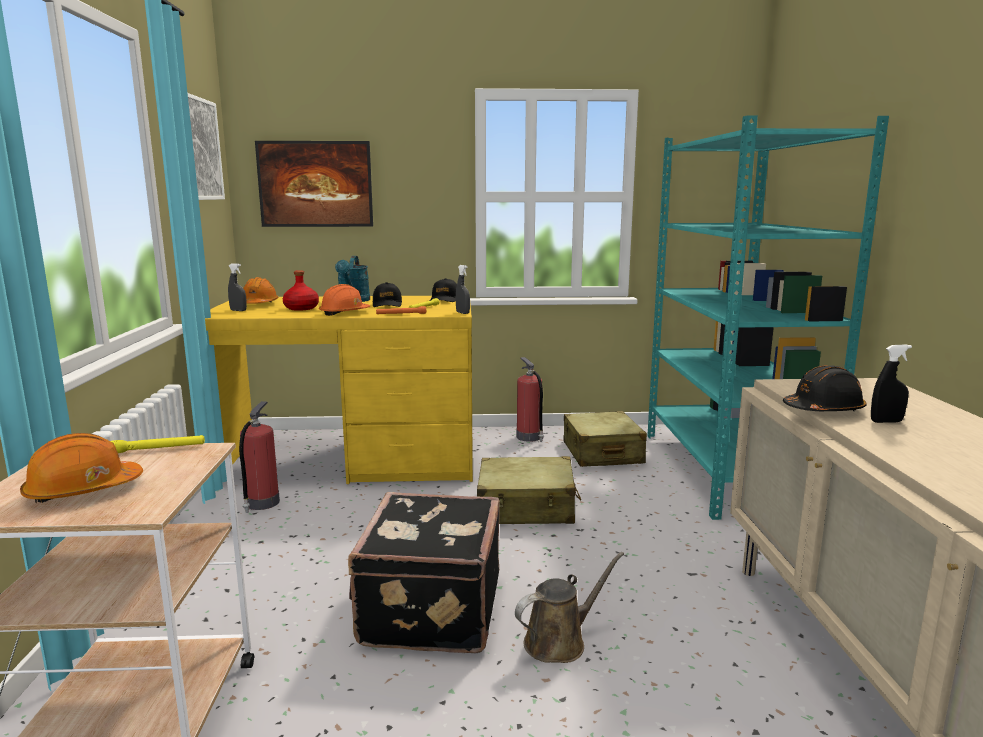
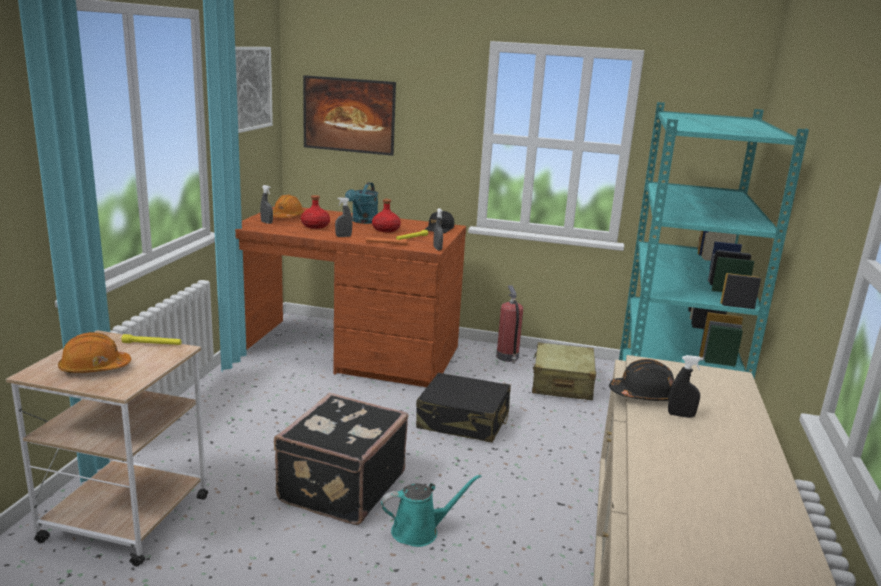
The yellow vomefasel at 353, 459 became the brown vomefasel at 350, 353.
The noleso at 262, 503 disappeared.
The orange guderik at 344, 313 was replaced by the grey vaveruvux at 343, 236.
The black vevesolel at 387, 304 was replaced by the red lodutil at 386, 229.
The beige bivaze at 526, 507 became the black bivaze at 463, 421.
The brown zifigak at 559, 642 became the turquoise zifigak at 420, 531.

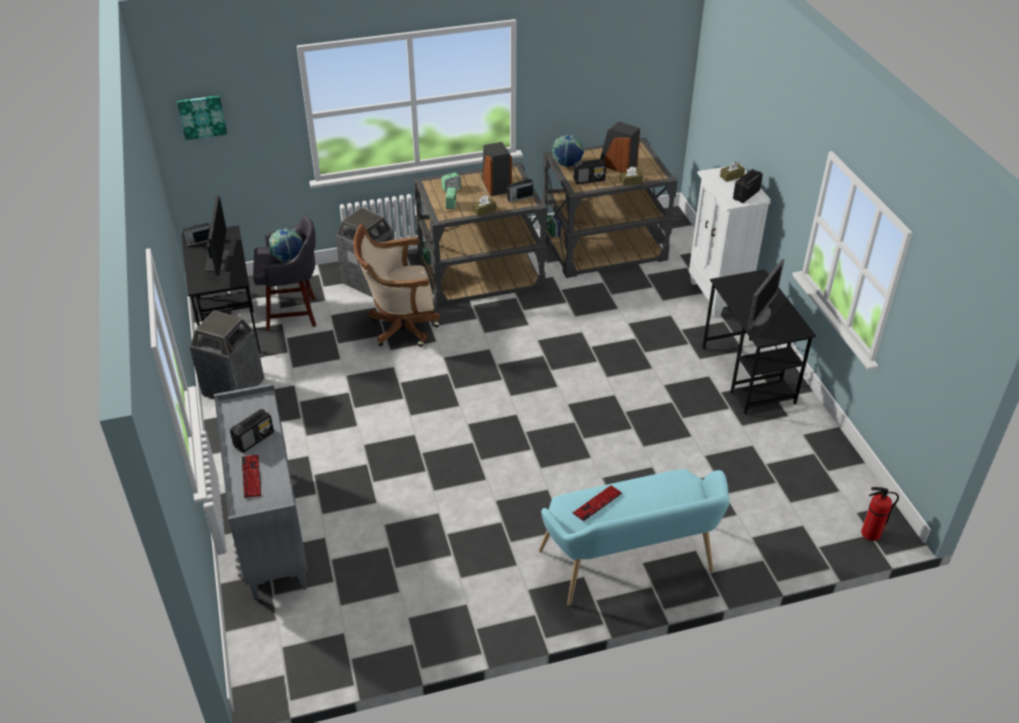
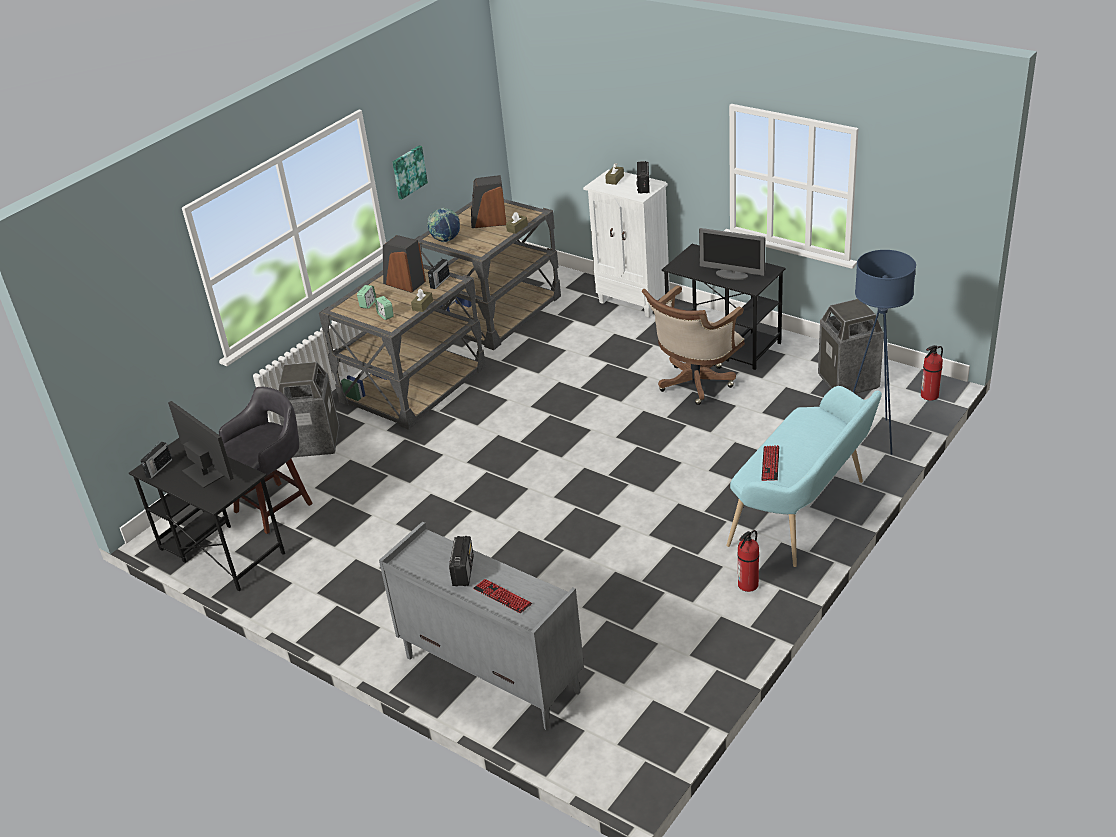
The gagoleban moved from 202, 116 to 408, 171.
The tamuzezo moved from 233, 388 to 848, 381.
The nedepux at 288, 259 disappeared.
The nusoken moved from 400, 329 to 694, 385.
The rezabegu at 589, 180 disappeared.
The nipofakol at 760, 316 turned 120 degrees clockwise.
The noleso at 748, 585 appeared.
The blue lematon at 873, 436 appeared.

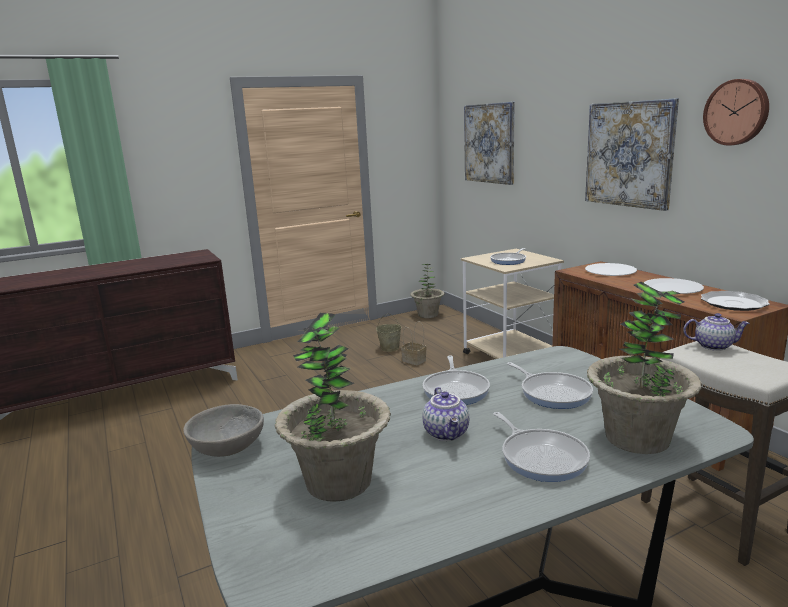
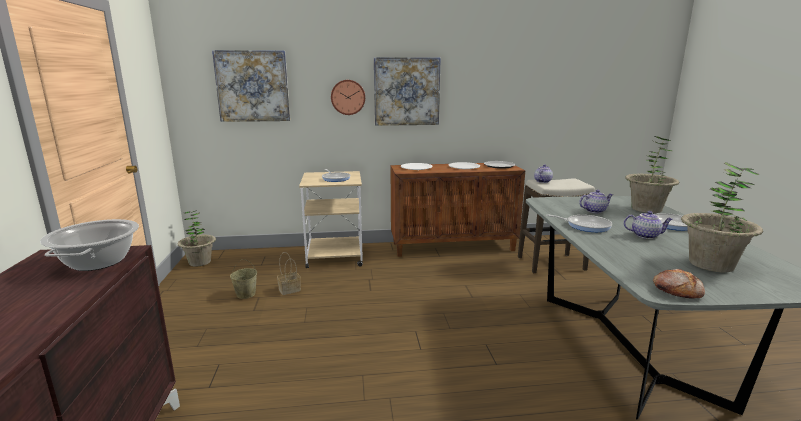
The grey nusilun at 229, 448 was replaced by the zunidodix at 676, 291.
The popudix at 553, 393 was replaced by the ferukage at 594, 211.
The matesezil moved from 737, 112 to 348, 97.
The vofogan at 98, 262 appeared.

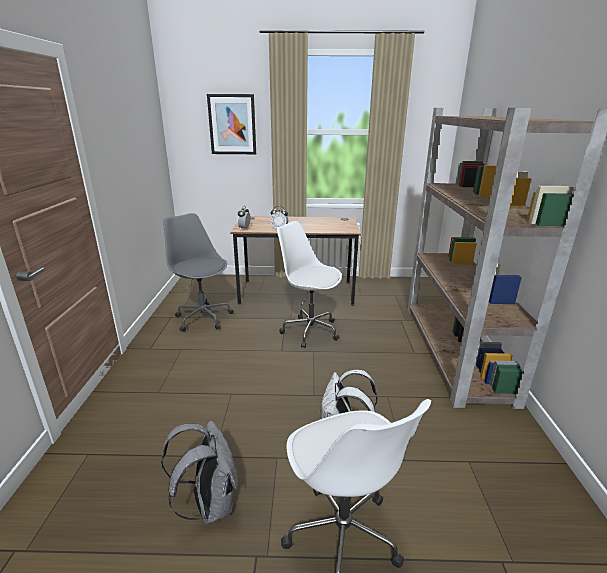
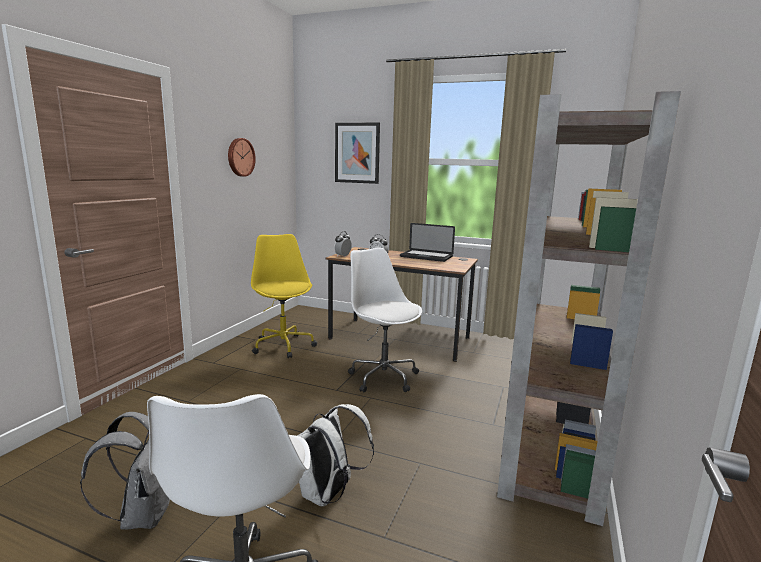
The grey nusoken at 202, 318 became the yellow nusoken at 283, 345.
The matesezil at 240, 157 appeared.
The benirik at 426, 257 appeared.

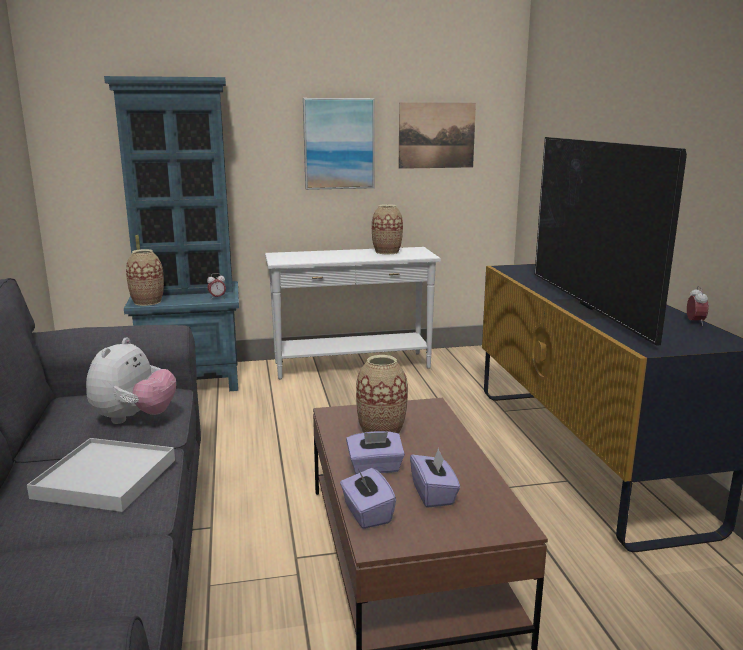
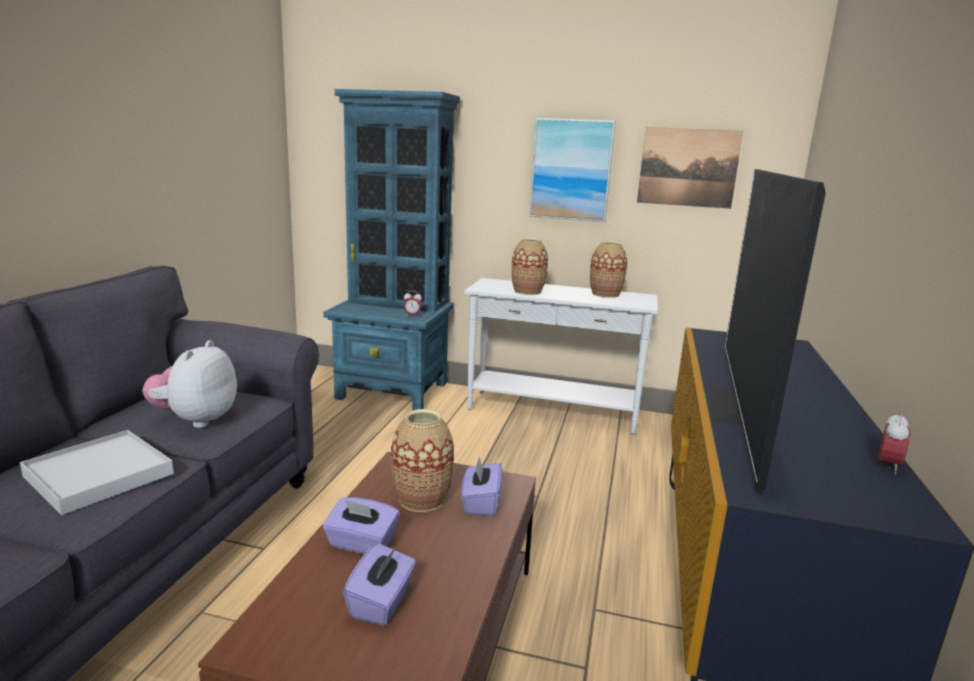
The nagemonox at 134, 418 turned 150 degrees clockwise.
The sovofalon moved from 147, 302 to 527, 292.
The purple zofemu moved from 366, 514 to 481, 503.

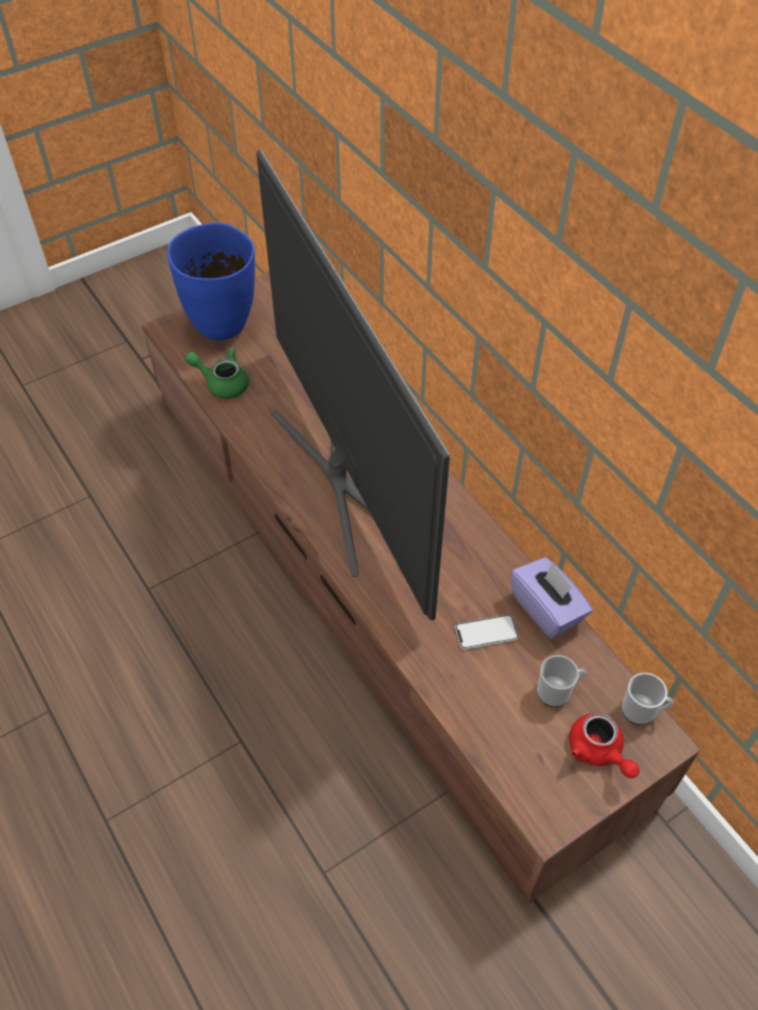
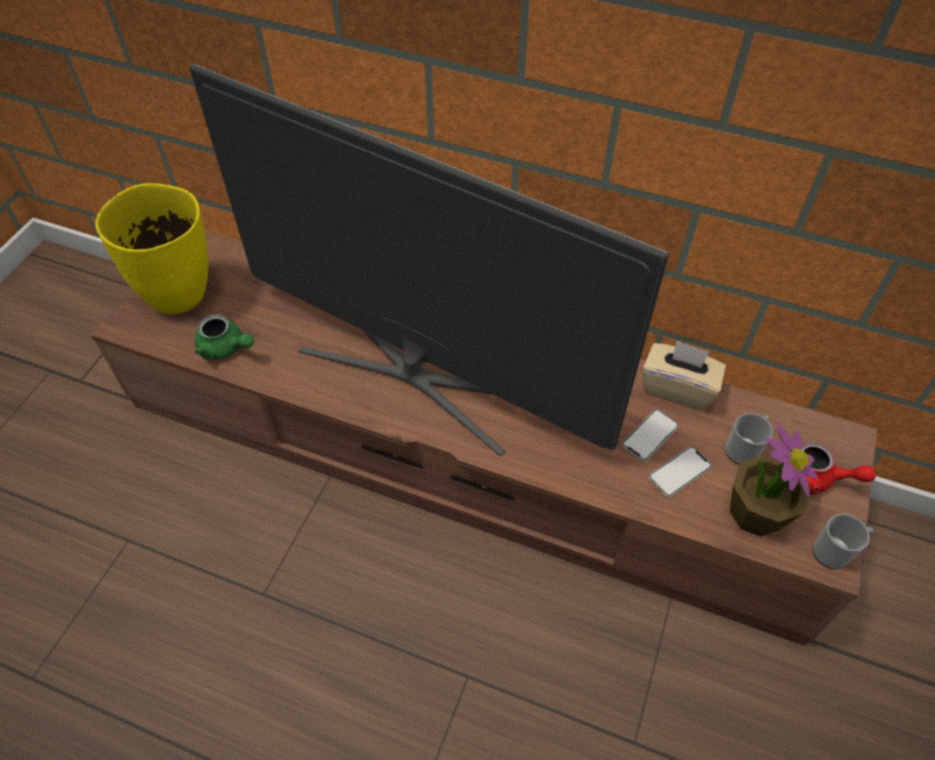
The blue sovofalon at 223, 324 became the yellow sovofalon at 180, 294.
The green ferukage at 222, 383 turned 135 degrees counterclockwise.
The purple zofemu at 547, 609 became the beige zofemu at 677, 387.
The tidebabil moved from 642, 711 to 835, 552.
The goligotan at 679, 472 appeared.
The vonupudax at 755, 512 appeared.

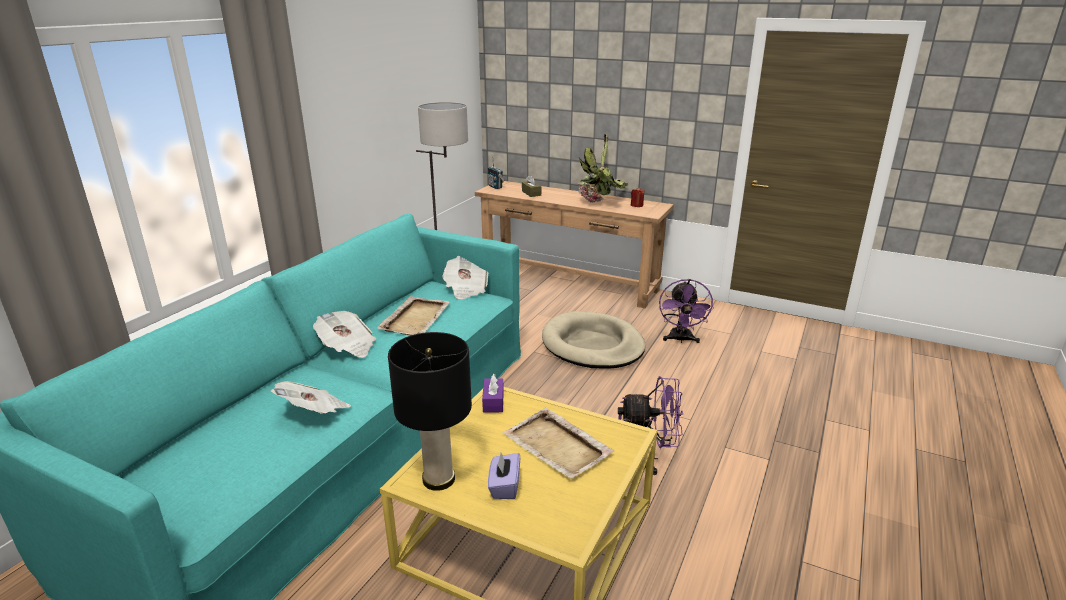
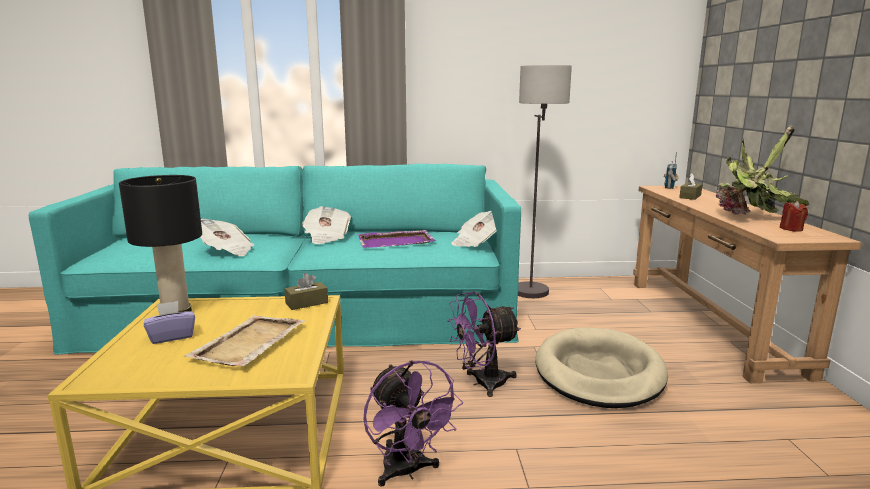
The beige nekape at 416, 318 became the purple nekape at 396, 241.
The purple zofemu at 493, 401 became the brown zofemu at 306, 303.
The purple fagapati moved from 681, 339 to 482, 383.

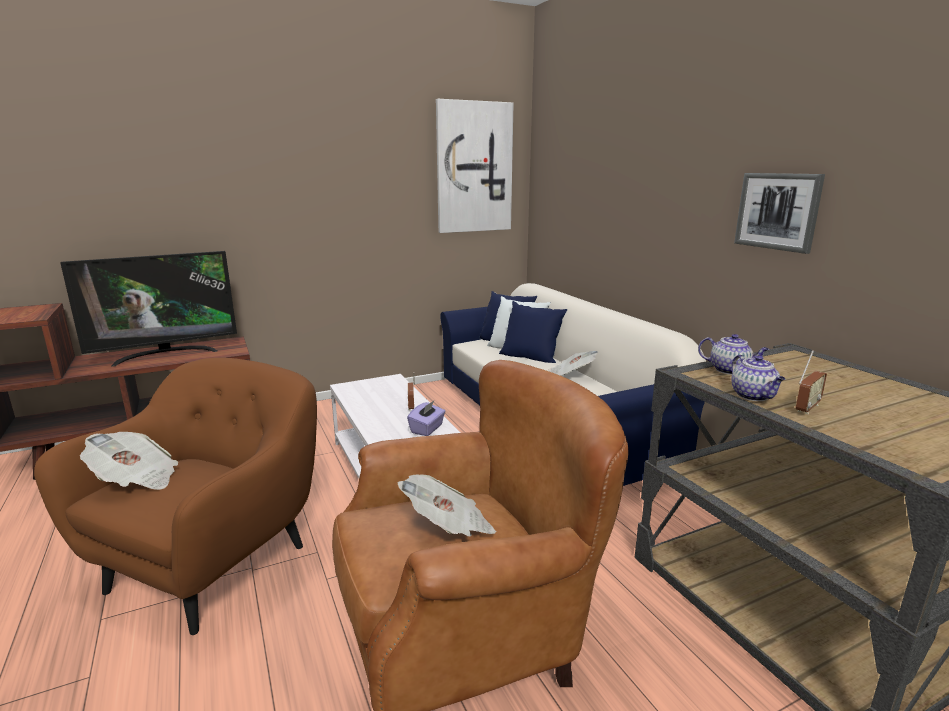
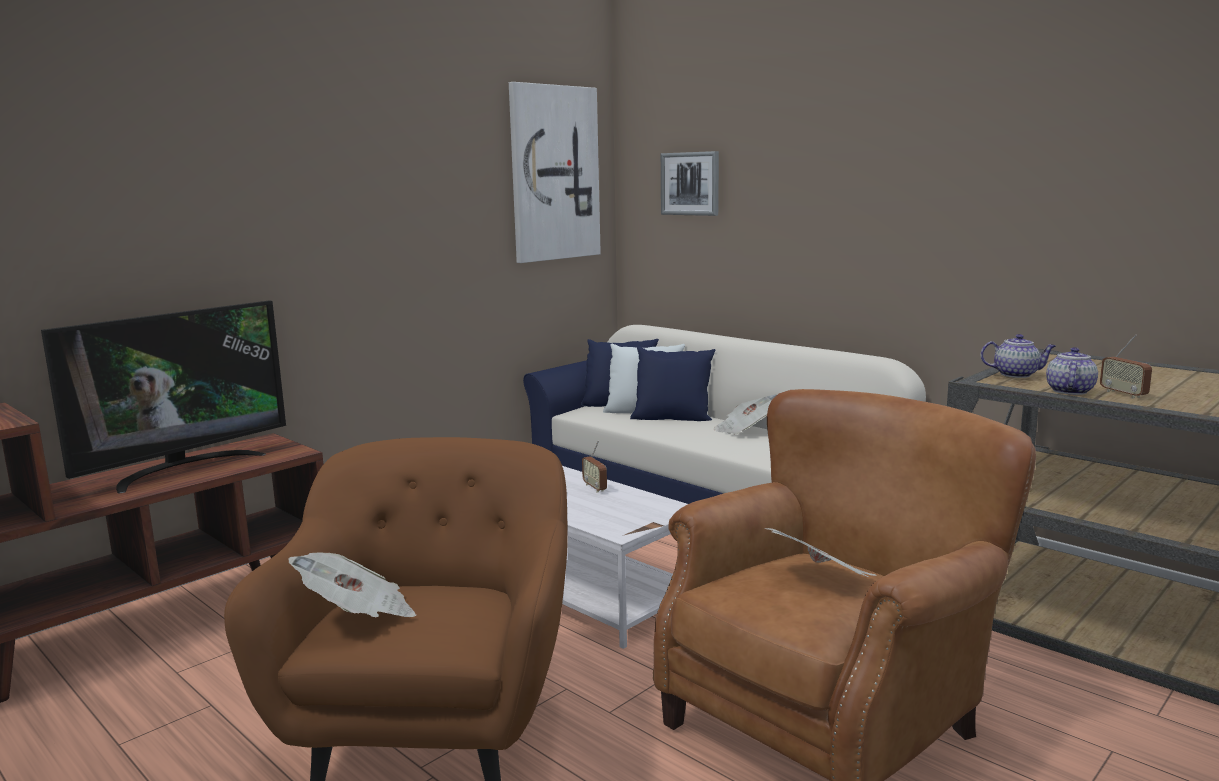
The purple zofemu at 427, 429 disappeared.
The ferukage at 754, 396 turned 120 degrees counterclockwise.
The gagoleban moved from 777, 211 to 690, 183.
The rezabegu at 807, 408 turned 135 degrees clockwise.

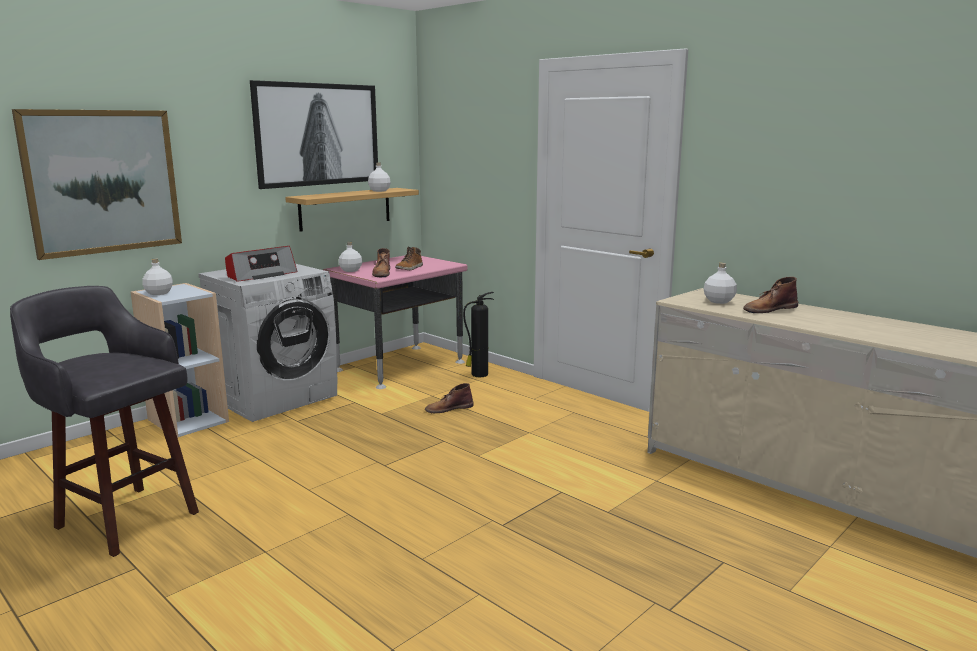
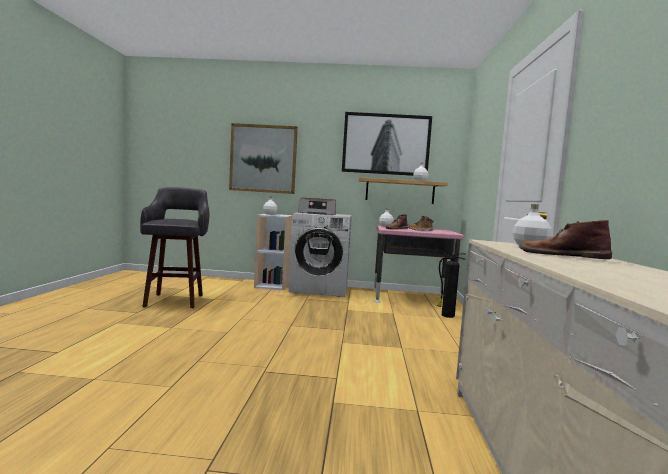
The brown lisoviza at 448, 408 disappeared.

